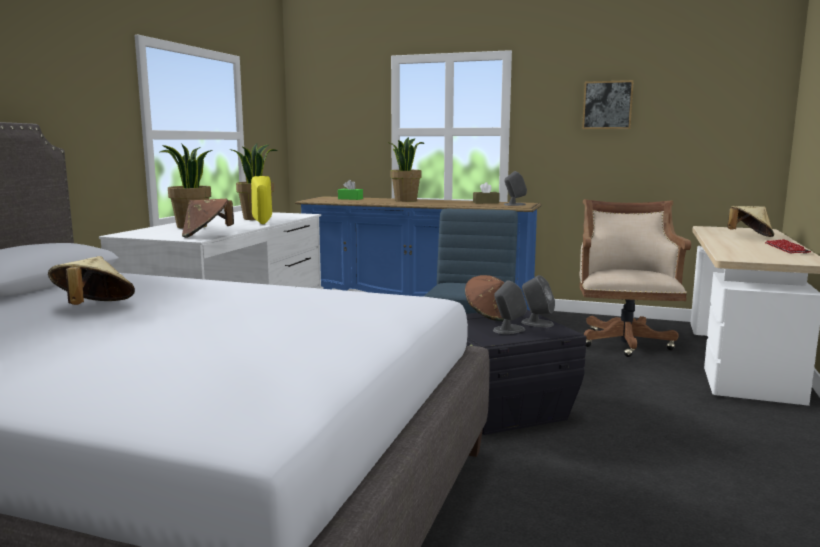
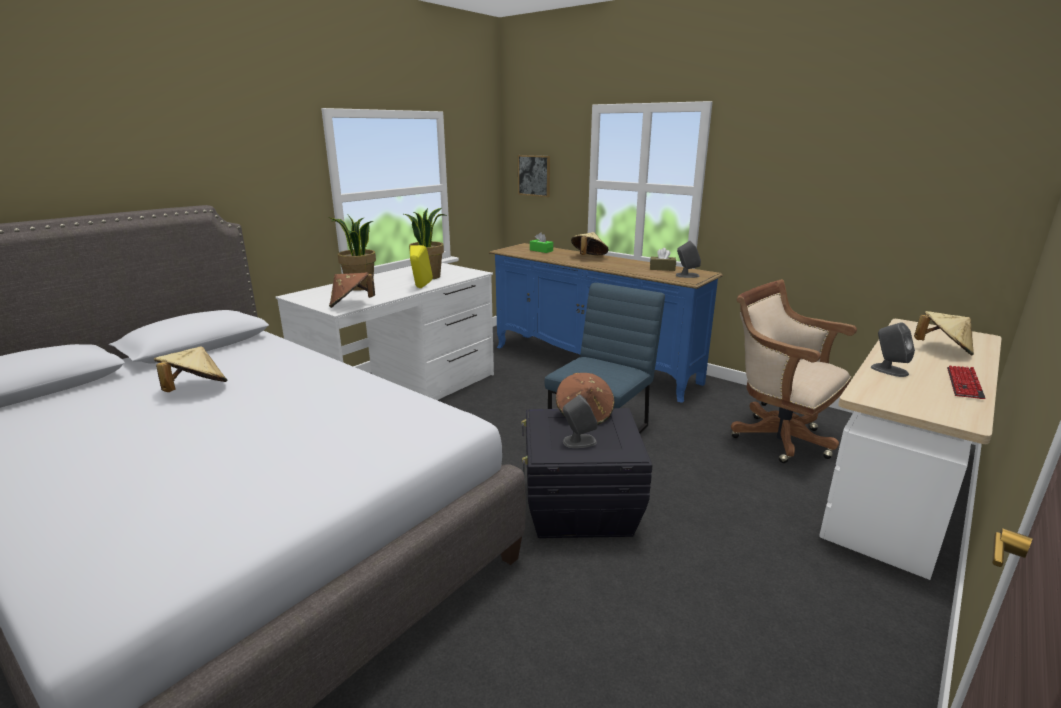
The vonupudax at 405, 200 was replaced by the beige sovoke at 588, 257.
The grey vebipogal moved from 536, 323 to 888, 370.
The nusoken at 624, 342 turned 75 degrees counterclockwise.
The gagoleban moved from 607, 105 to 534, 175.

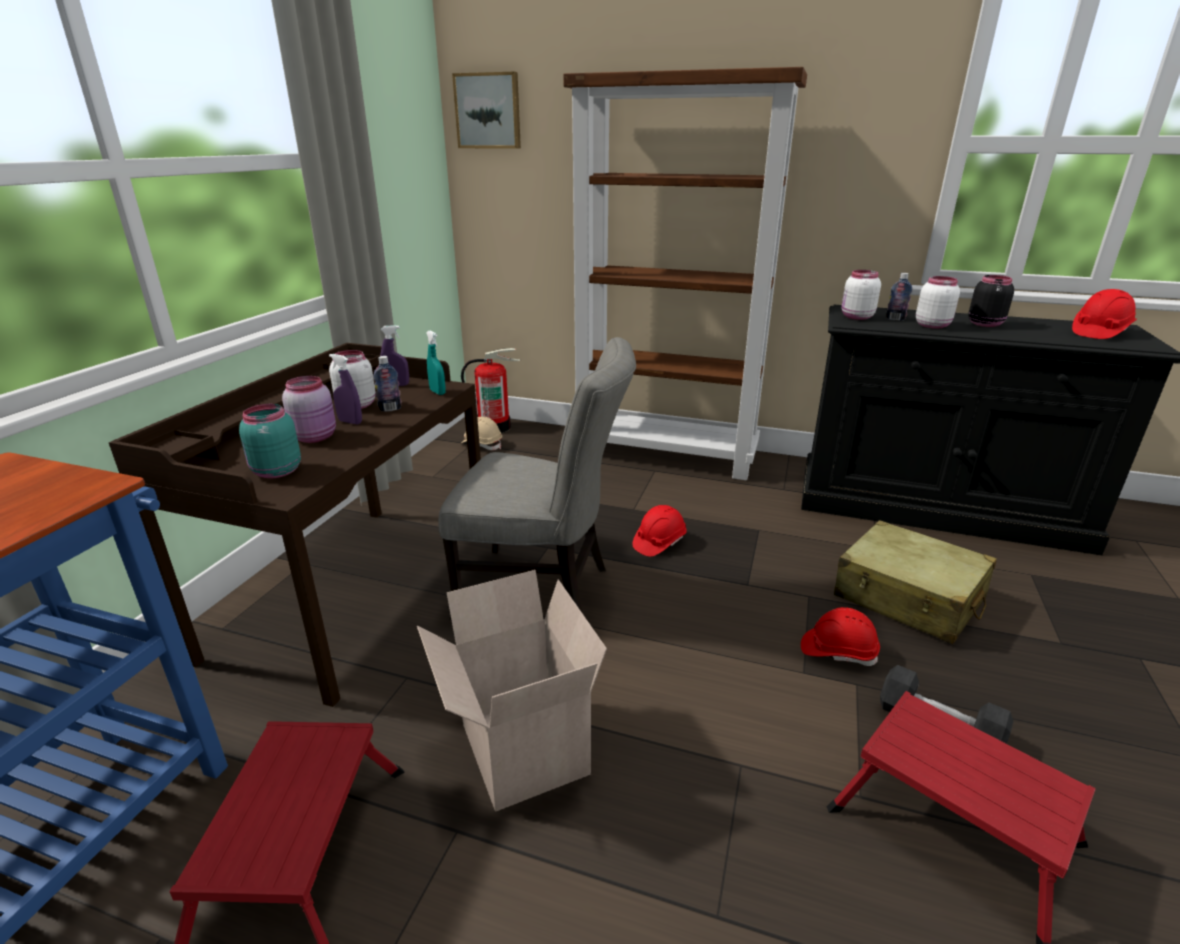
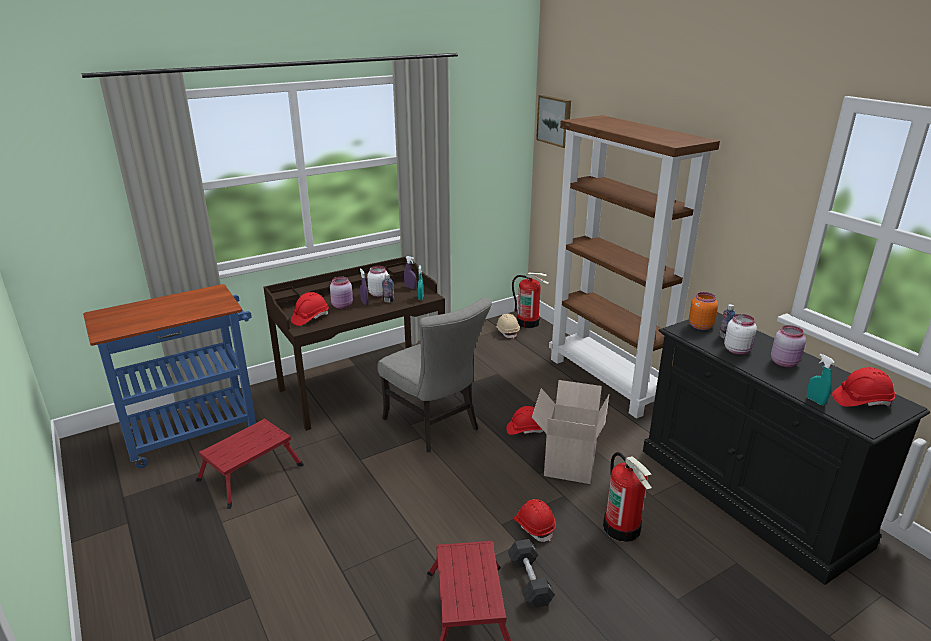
The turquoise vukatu at 275, 472 was replaced by the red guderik at 310, 318.
The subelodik moved from 519, 748 to 568, 462.
The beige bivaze at 908, 598 was replaced by the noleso at 622, 528.
The white vukatu at 856, 317 became the orange vukatu at 699, 326.
The black vukatu at 985, 324 became the pink vukatu at 785, 362.
The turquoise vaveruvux at 815, 401 appeared.

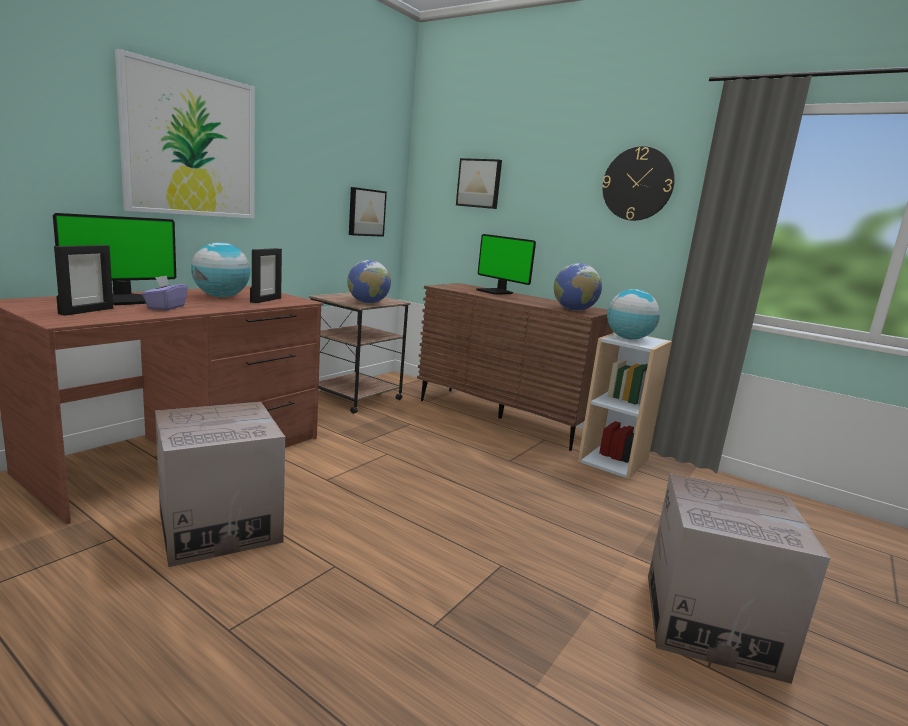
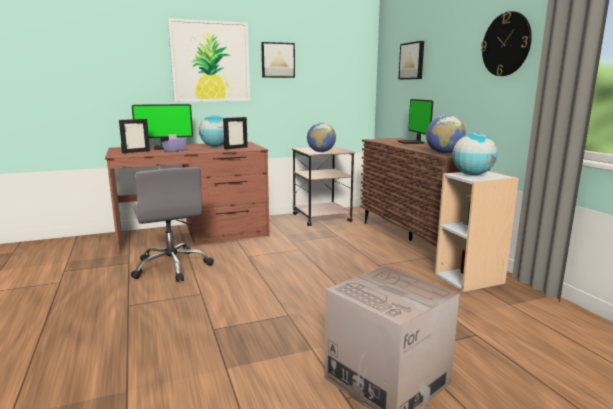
The subelodik at 219, 527 was replaced by the grey nusoken at 172, 267.
The gagoleban moved from 366, 212 to 277, 60.

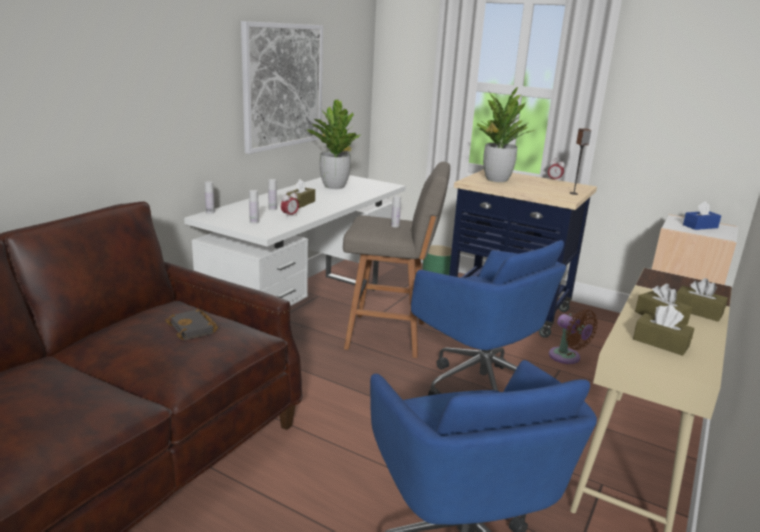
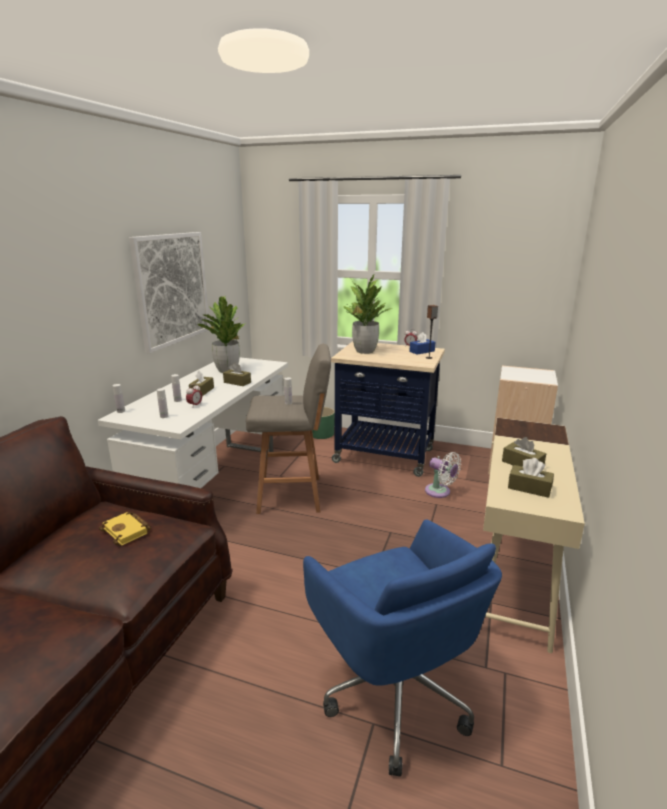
The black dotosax at 194, 328 became the yellow dotosax at 128, 531.
The blue nusoken at 475, 387 disappeared.
The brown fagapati at 567, 358 became the white fagapati at 440, 492.
The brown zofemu moved from 697, 311 to 237, 382.
The blue zofemu moved from 700, 226 to 422, 351.

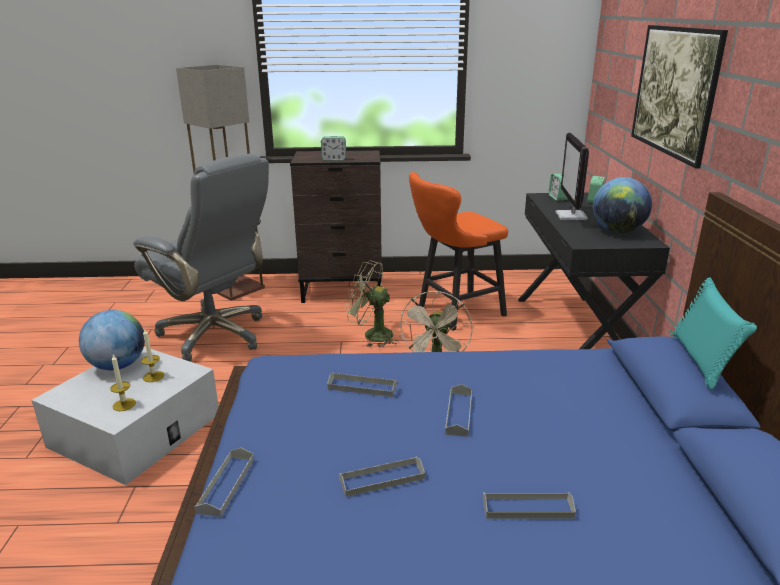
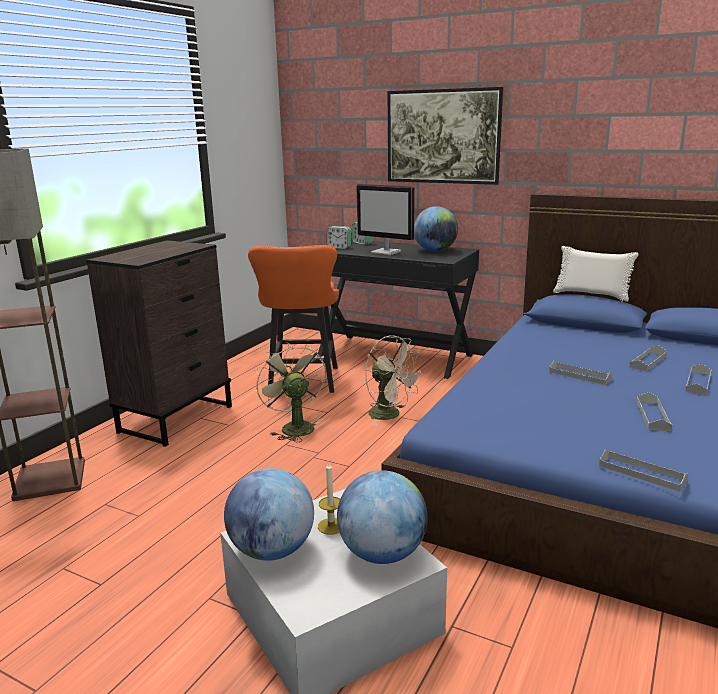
The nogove at 124, 404 was replaced by the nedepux at 382, 554.
The grey nusoken at 215, 337 disappeared.
The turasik at 334, 159 disappeared.
The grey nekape moved from 362, 387 to 648, 361.
The green fagapati at 371, 335 turned 105 degrees clockwise.
The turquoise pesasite at 702, 361 became the white pesasite at 591, 295.

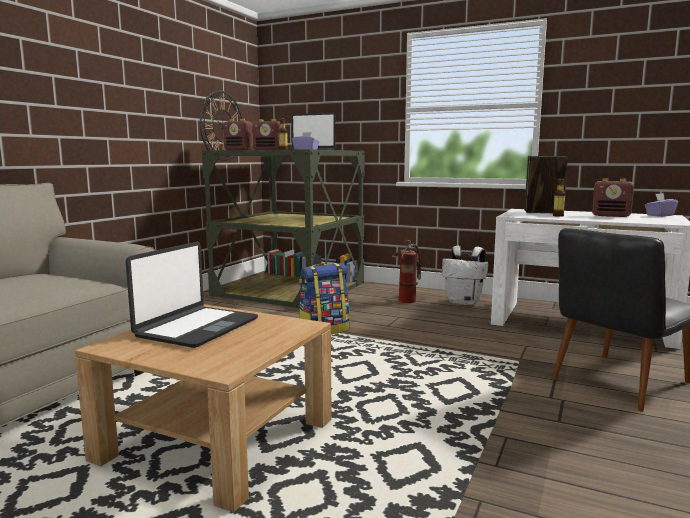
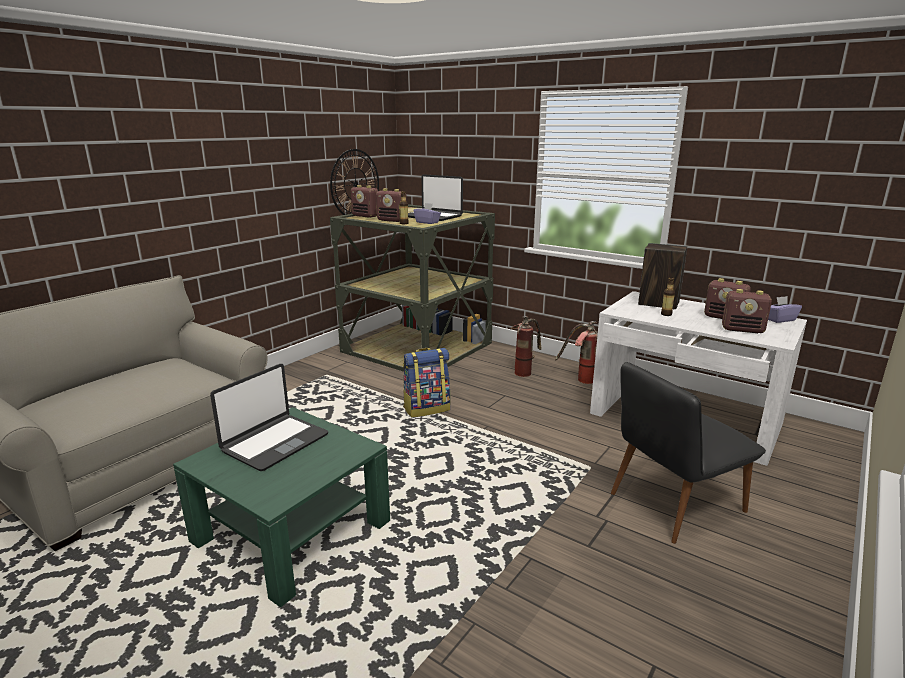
The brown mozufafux at 217, 439 became the green mozufafux at 292, 531.
The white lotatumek at 464, 302 was replaced by the noleso at 579, 379.
The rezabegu at 743, 330 appeared.

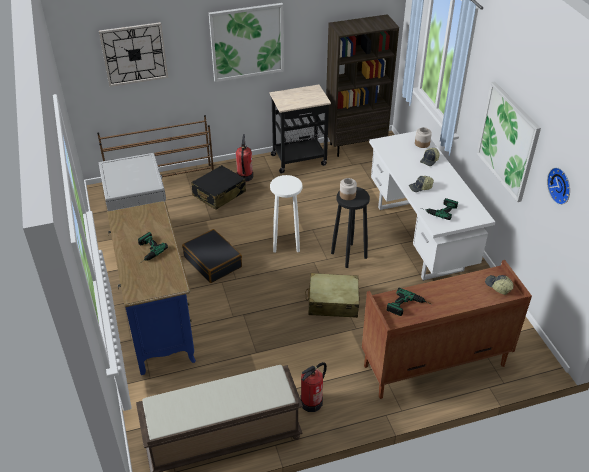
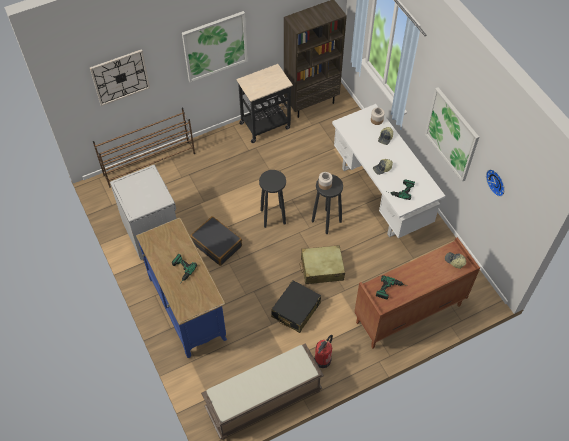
The black bivaze moved from 219, 194 to 295, 310.
The noleso at 244, 177 disappeared.
The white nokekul at 286, 243 became the black nokekul at 273, 216.

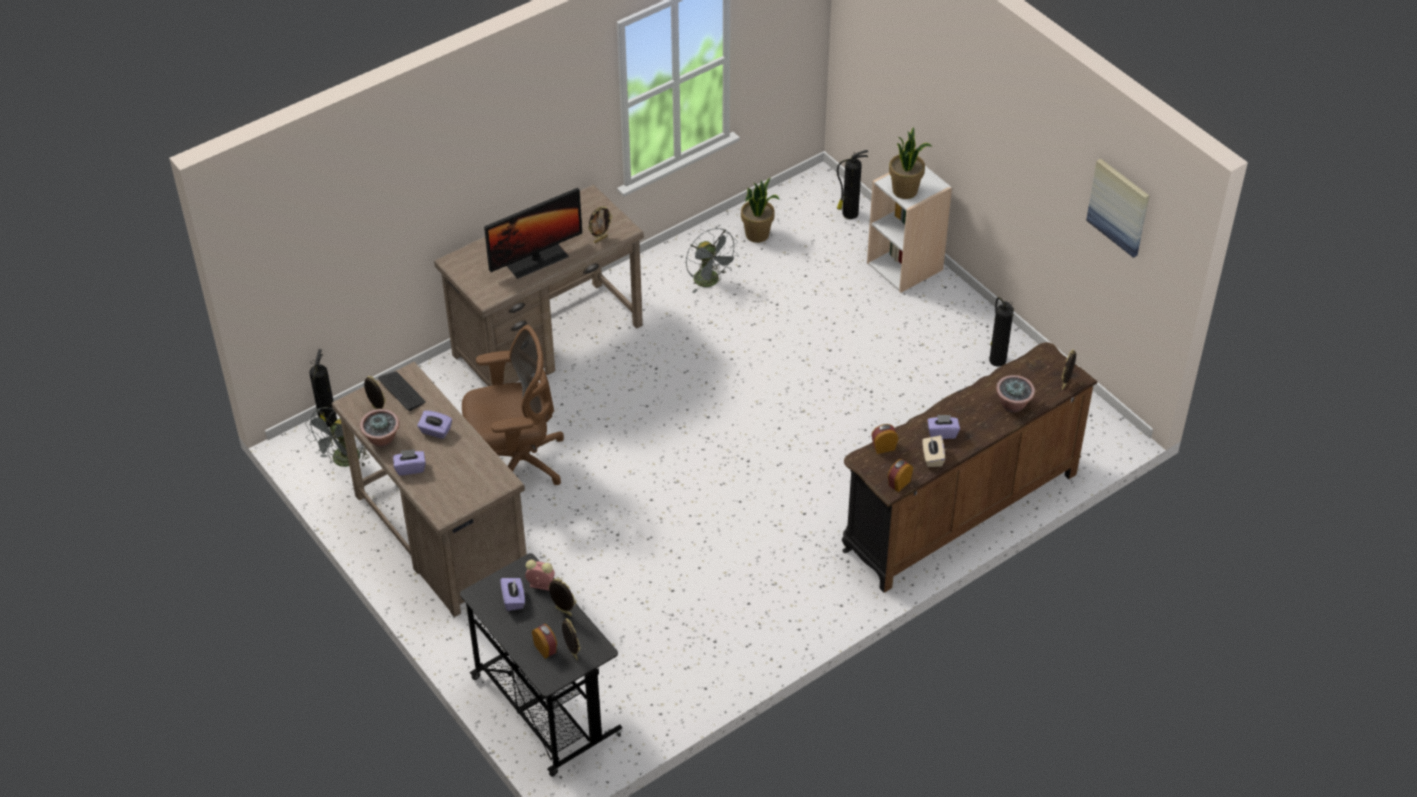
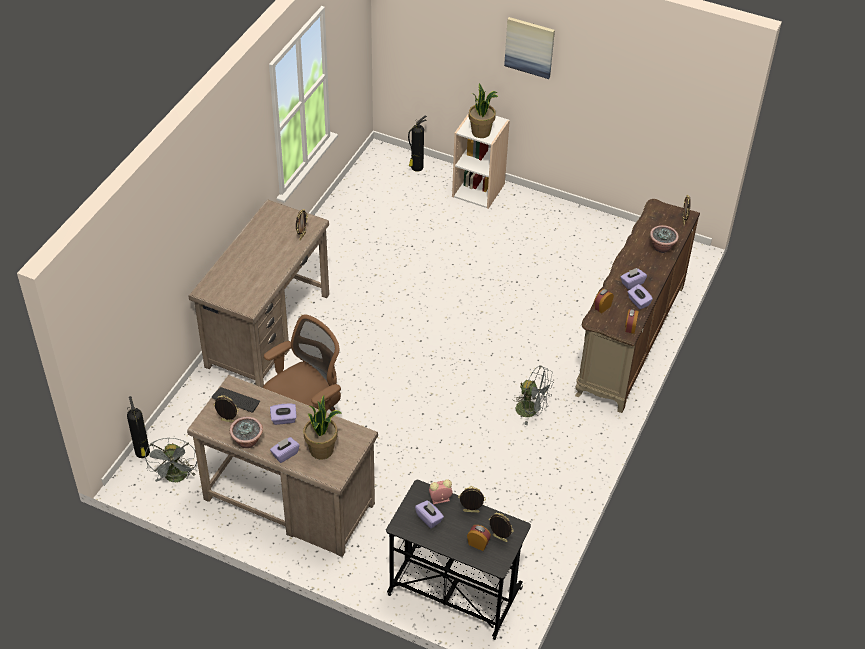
The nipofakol at 536, 260 disappeared.
The grey fagapati moved from 710, 282 to 531, 410.
The vonupudax moved from 757, 235 to 322, 450.
The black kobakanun at 958, 510 became the beige kobakanun at 629, 338.
The beige zofemu at 932, 458 became the purple zofemu at 638, 302.
The noleso at 997, 359 disappeared.
The gagoleban moved from 1119, 207 to 529, 47.

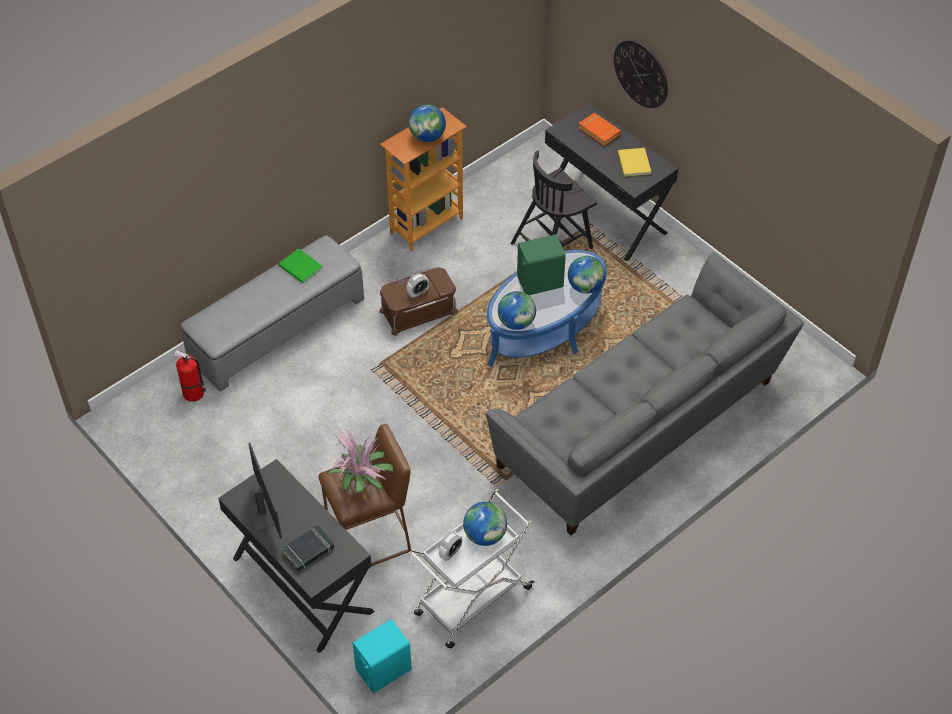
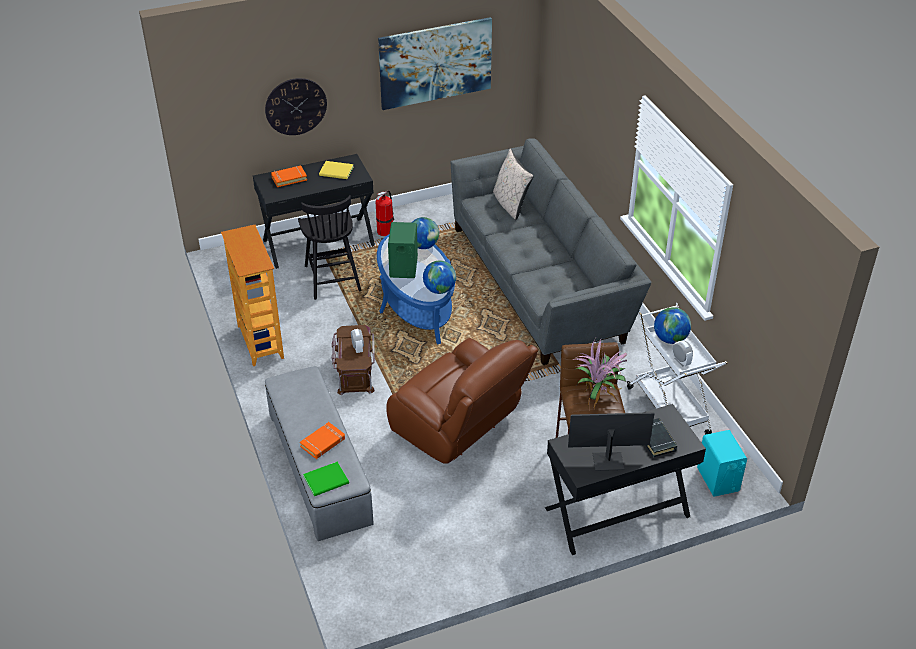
The noleso moved from 194, 393 to 385, 230.
The green dotosax moved from 300, 268 to 327, 480.
The nedepux at 427, 137 disappeared.
The orange dotosax at 323, 443 appeared.
The gagoleban at 435, 63 appeared.
The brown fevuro at 460, 429 appeared.
The beige pesasite at 510, 204 appeared.

